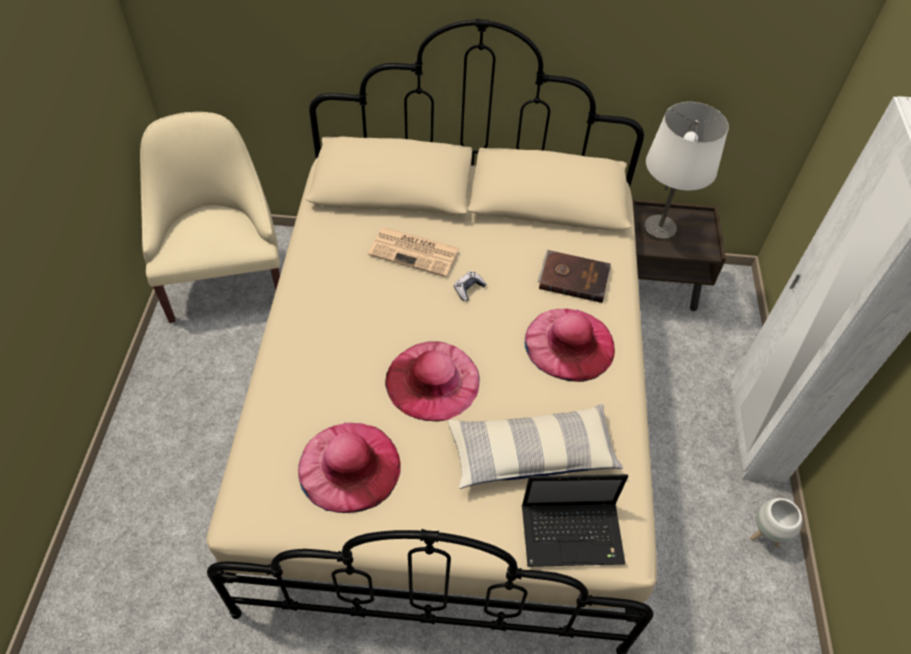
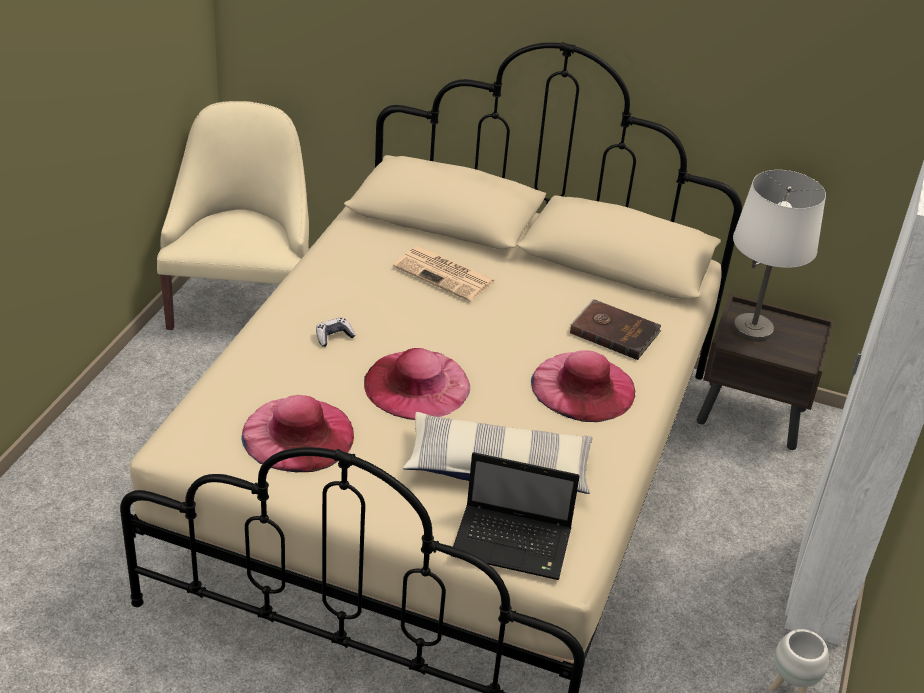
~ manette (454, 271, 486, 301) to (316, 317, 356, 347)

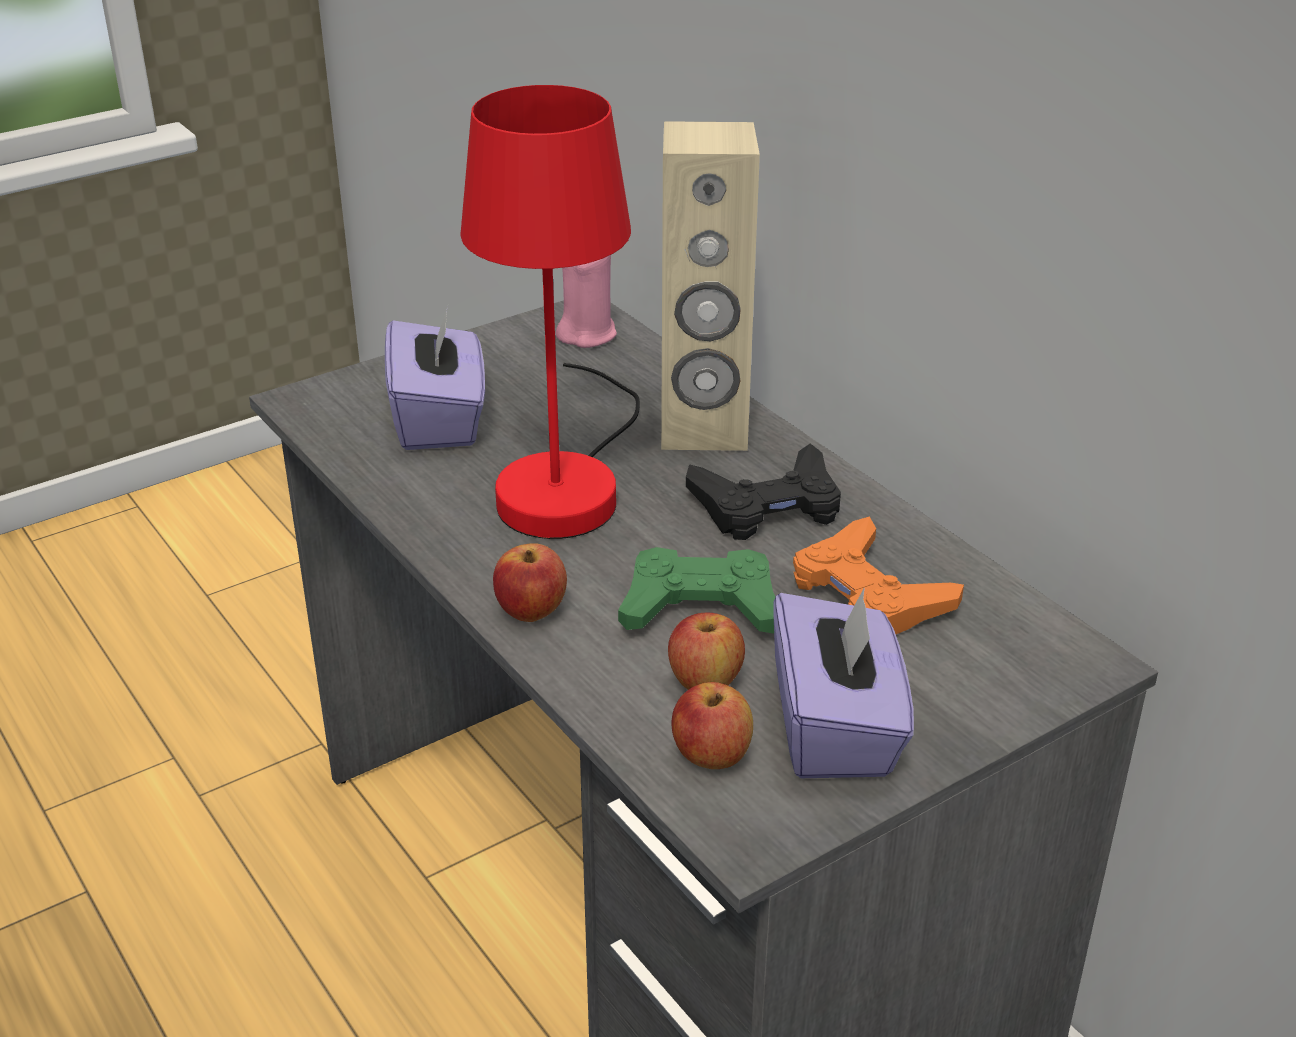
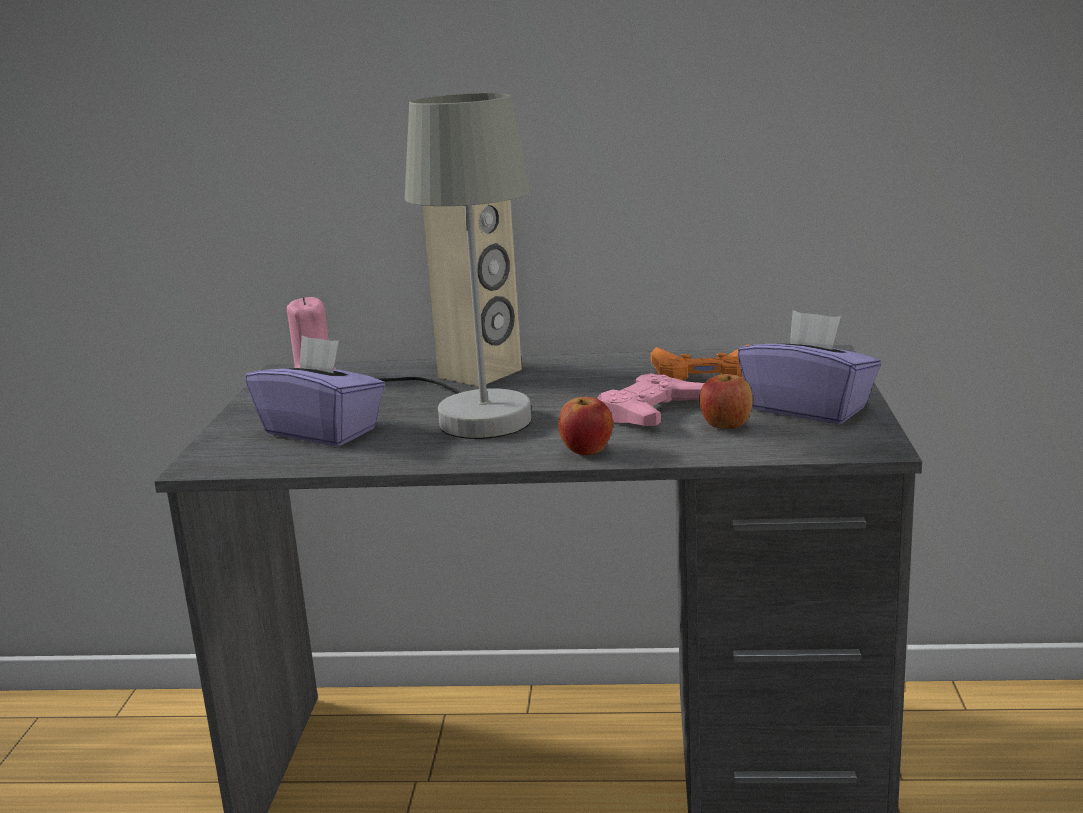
- pomme (672, 682, 753, 769)
- manette/noir (686, 443, 841, 540)
~ lampe de table/rouge (460, 85, 640, 539) to lampe de table/gris (379, 93, 531, 439)
~ manette/vert (618, 547, 775, 634) to manette/rose (597, 373, 704, 426)

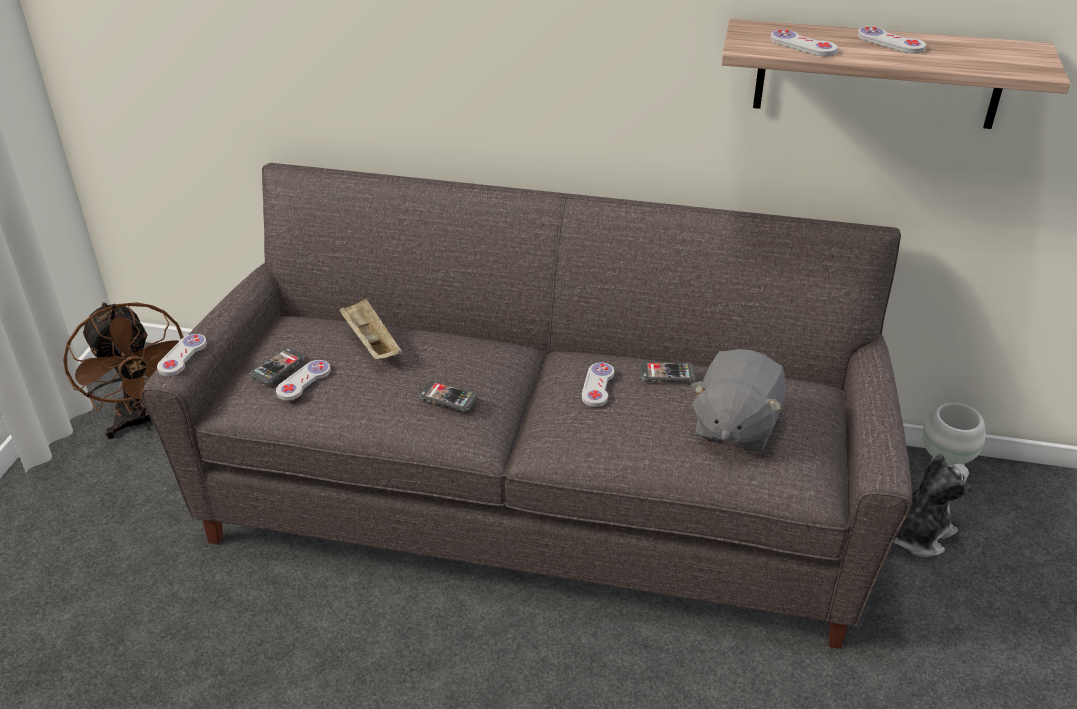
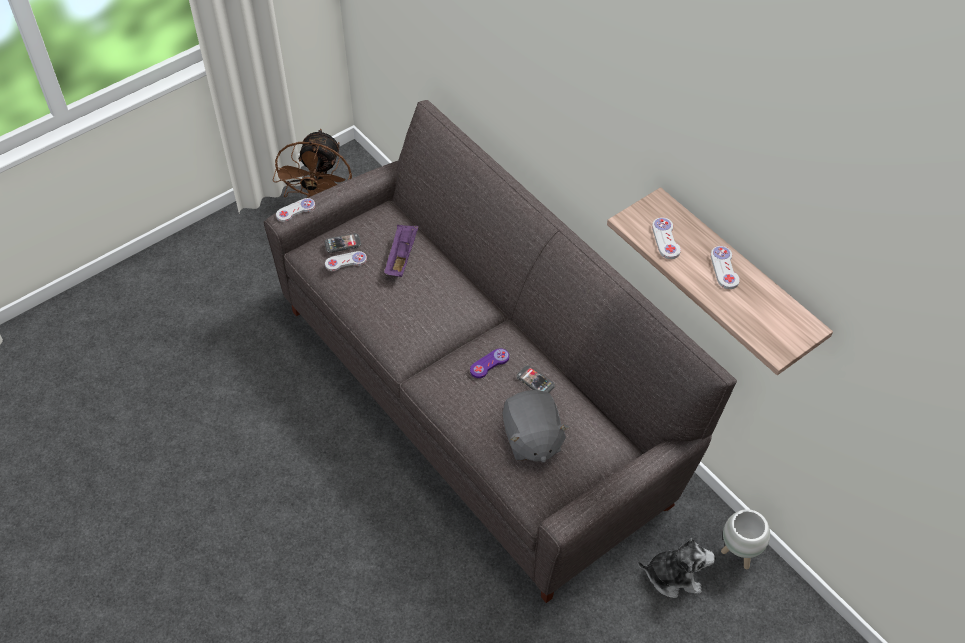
- téléphone (419, 381, 478, 412)
~ plateau/beige (339, 299, 402, 360) to plateau/violet (384, 225, 419, 277)
~ manette/blanc (582, 362, 614, 407) to manette/violet (470, 348, 509, 378)
~ peluche/gris (690, 349, 786, 453) = (503, 390, 570, 462) 75 degrees counterclockwise

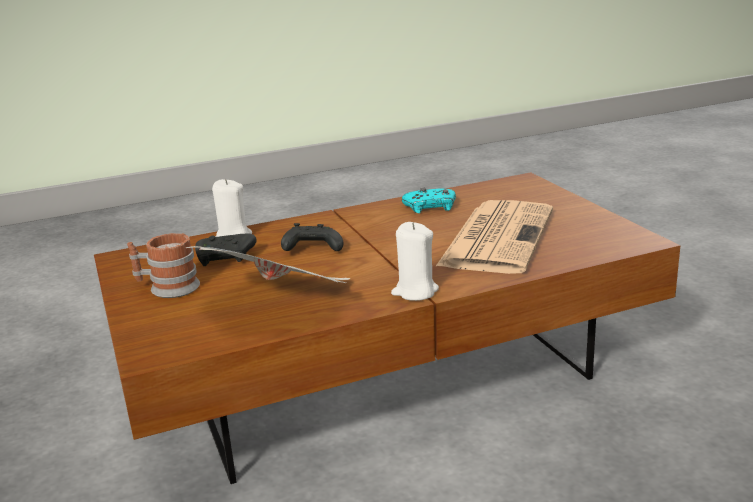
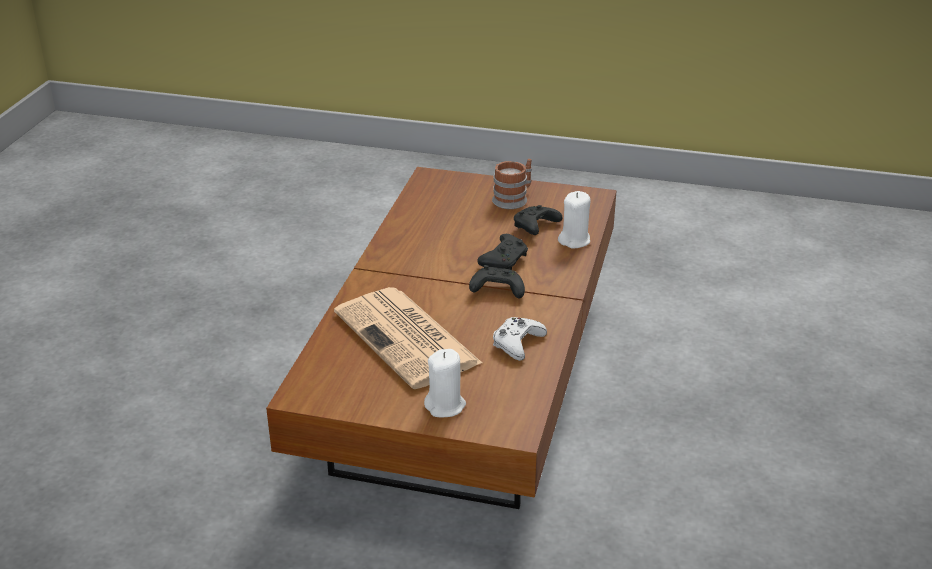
- journal (186, 246, 350, 283)
+ manette/noir (469, 265, 525, 298)
~ bougie/blanc (391, 222, 439, 301) to (424, 349, 466, 417)
~ manette/turquoise (402, 188, 456, 213) to manette/blanc (493, 317, 547, 361)

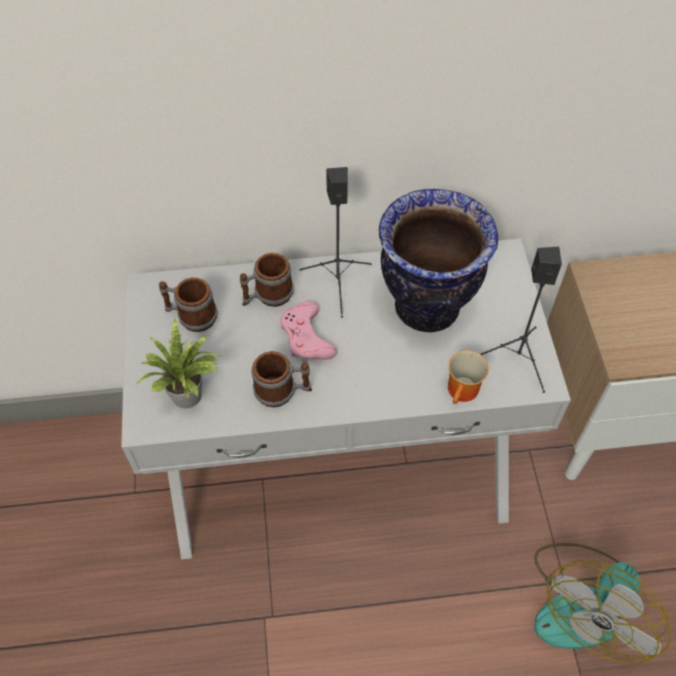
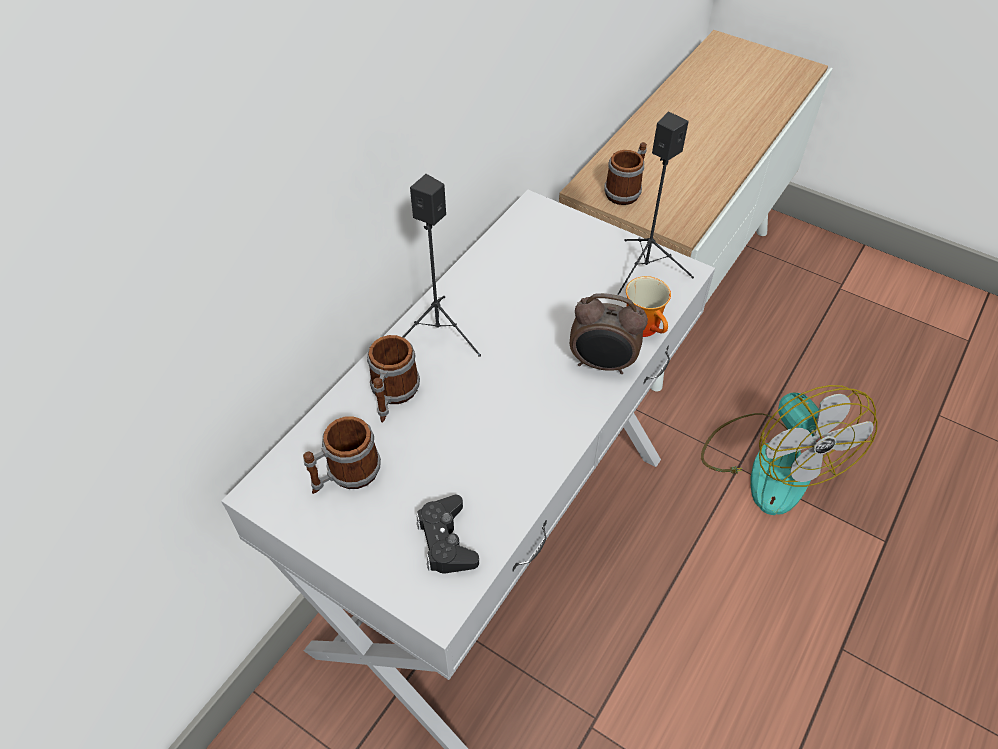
- manette/rose (280, 301, 337, 360)
- vase (379, 189, 498, 332)
+ réveil (570, 293, 648, 374)
~ mug (251, 351, 312, 407) to (604, 142, 647, 205)
~ plante en pot (135, 318, 222, 408) to manette/noir (417, 495, 479, 573)

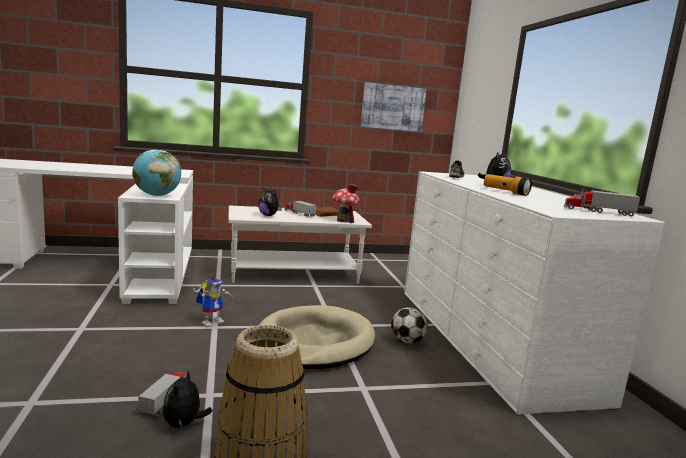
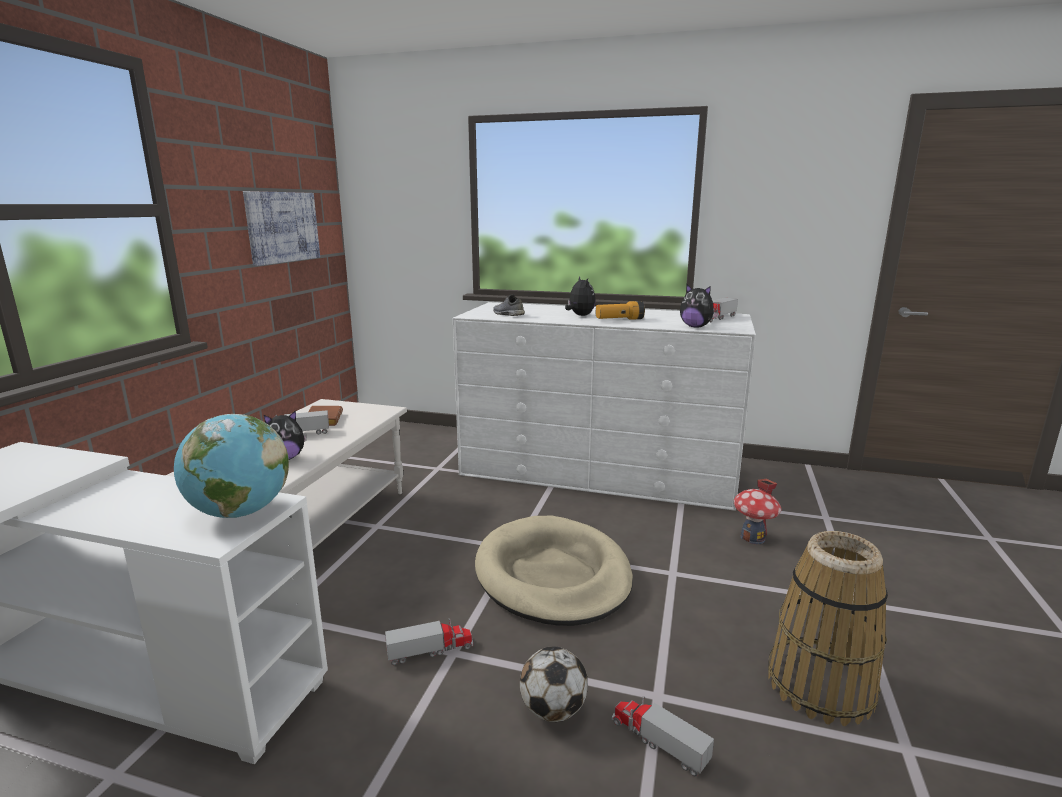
~ peluche (163, 371, 212, 428) to (680, 284, 719, 328)
~ maison miniature (332, 184, 360, 223) to (734, 479, 782, 544)
~ ballon de foot (391, 307, 427, 344) to (520, 647, 588, 722)
~ robot jouet (193, 277, 234, 327) to camion jouet (385, 619, 473, 665)

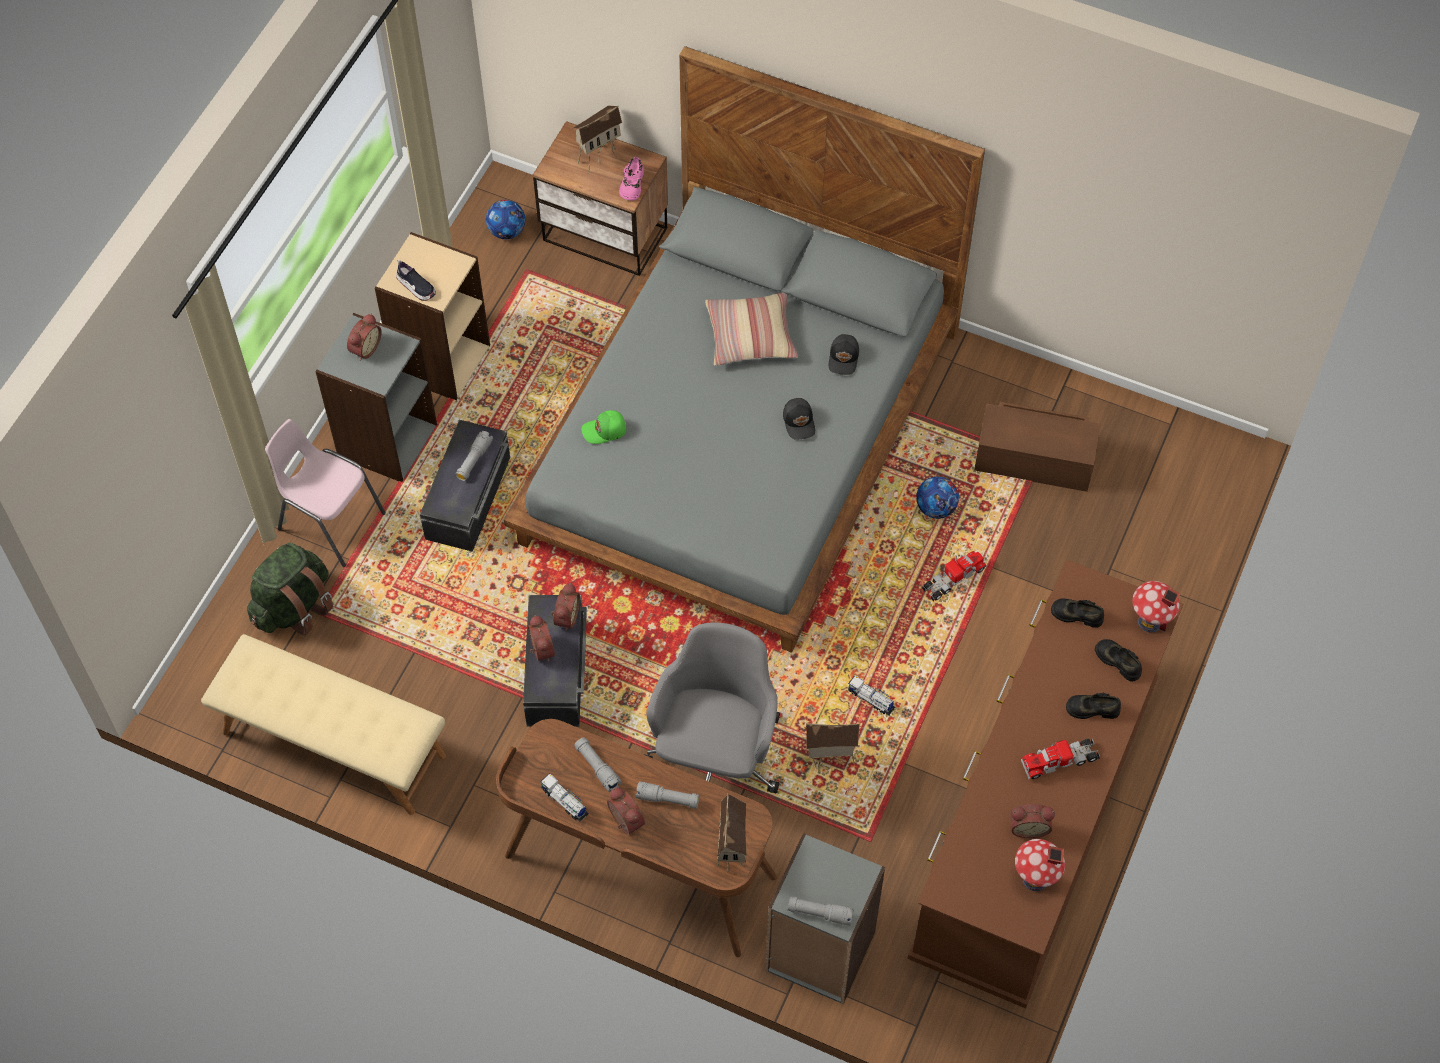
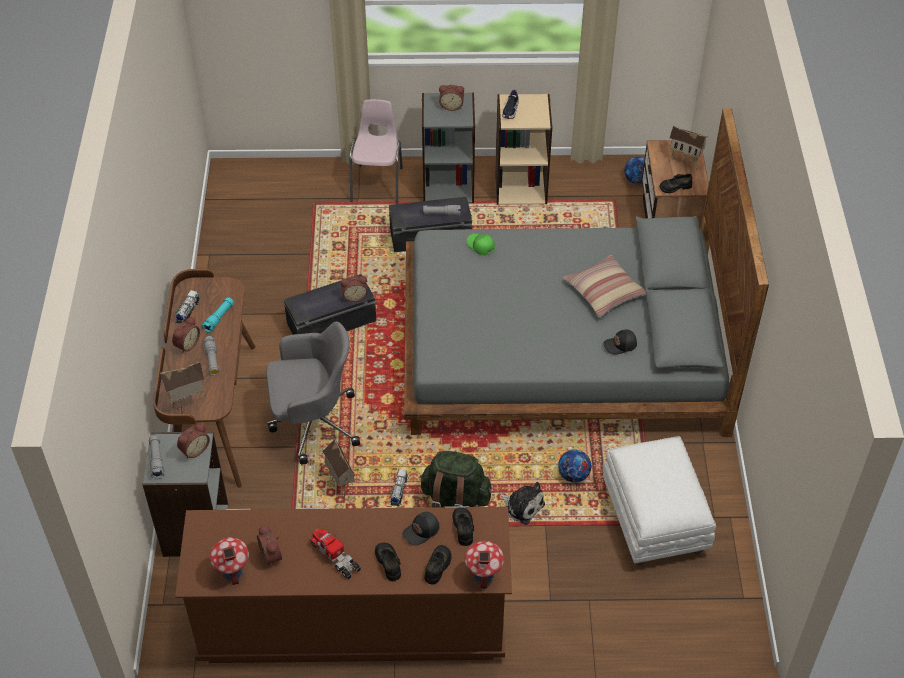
- banc/beige (201, 634, 446, 815)
~ sac à dos/vert (247, 542, 333, 636) to (419, 451, 492, 507)
~ réveil (528, 615, 555, 662) to (177, 423, 210, 458)
~ casquette/noir (783, 398, 815, 440) to (402, 512, 439, 545)
~ camion jouet (922, 551, 987, 601) to peluche (499, 482, 545, 525)
~ boîte de rangement/marron (974, 402, 1101, 492) to pouf/blanc (603, 436, 716, 566)
~ lampe de poche/gris (574, 737, 622, 792) to lampe de poche/turquoise (202, 297, 234, 333)
~ chaussure/rose (619, 157, 644, 201) to chaussure/noir (659, 174, 692, 193)

